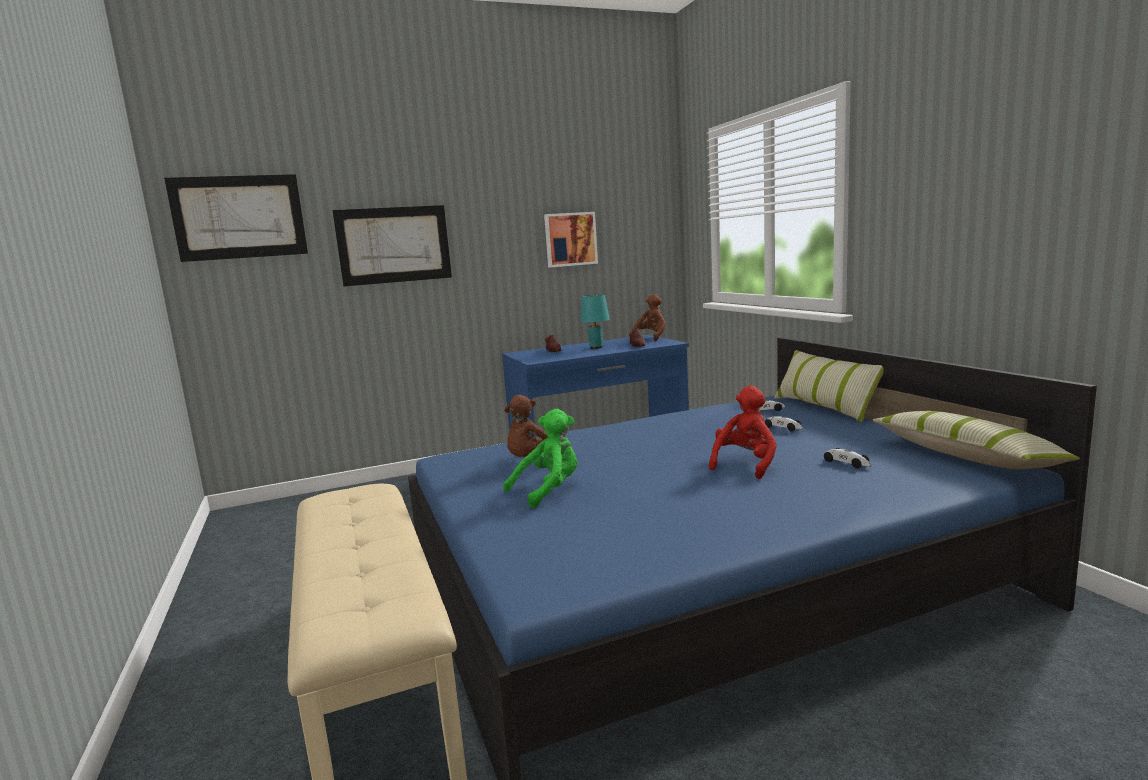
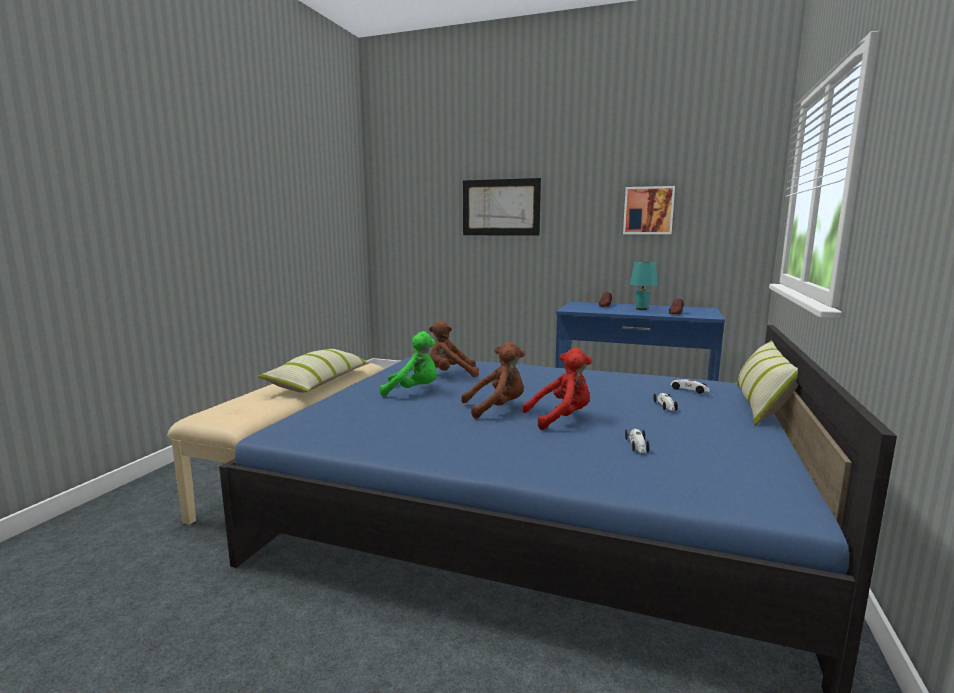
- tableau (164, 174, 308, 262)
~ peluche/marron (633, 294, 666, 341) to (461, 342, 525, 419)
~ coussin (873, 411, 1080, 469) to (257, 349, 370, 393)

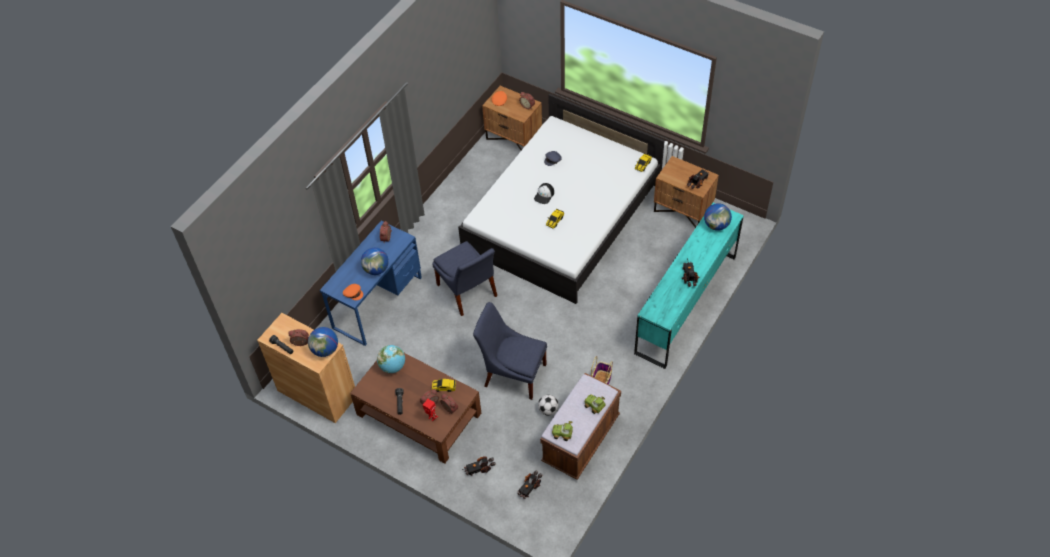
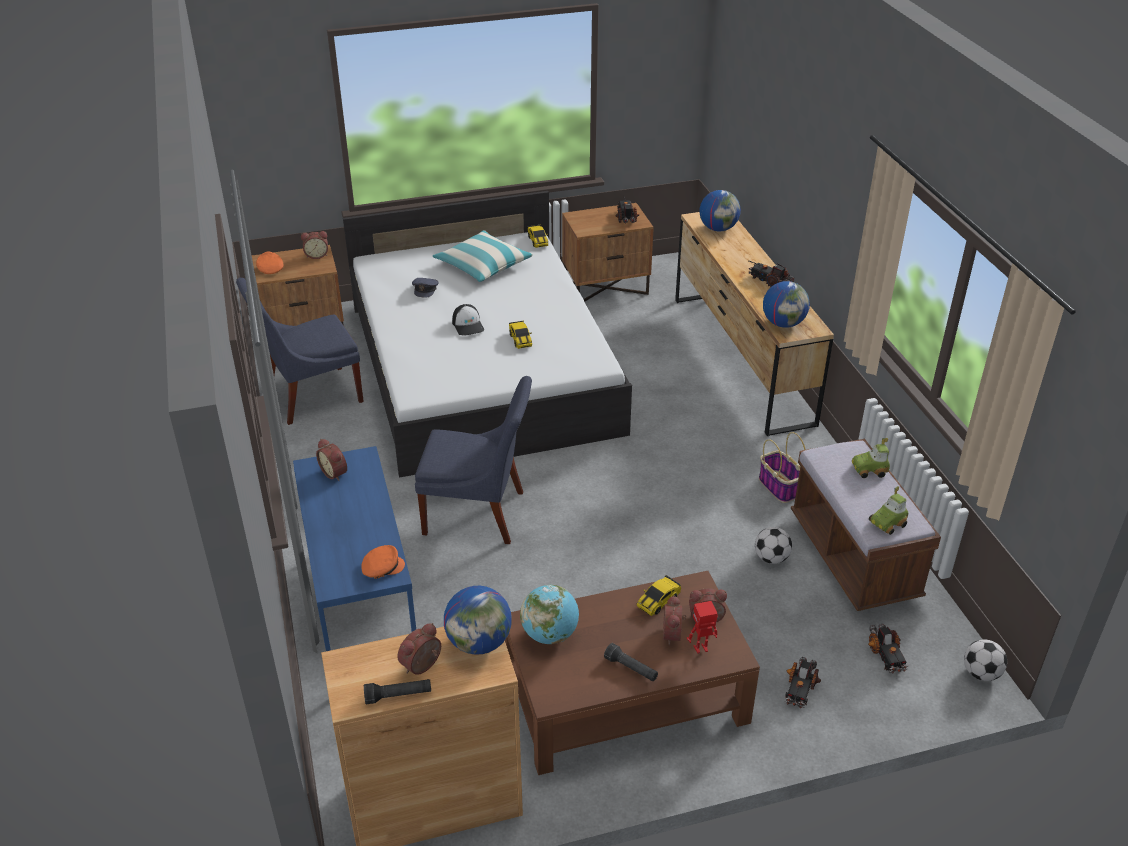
+ coussin (432, 230, 533, 282)
+ ballon de foot (964, 639, 1007, 681)
~ globe (361, 248, 389, 275) to (763, 281, 810, 328)
~ chaise/bleu (473, 302, 547, 400) to (236, 278, 364, 425)
~ commode/turquoise (634, 203, 744, 369) to commode/marron (675, 212, 834, 436)

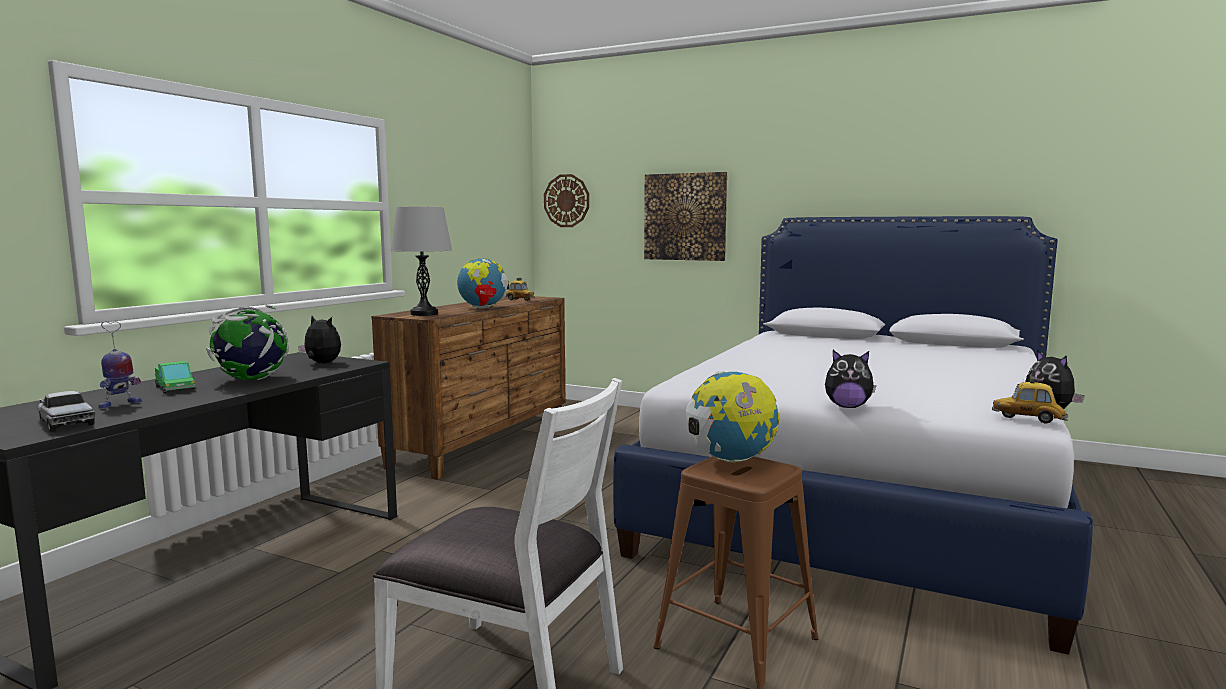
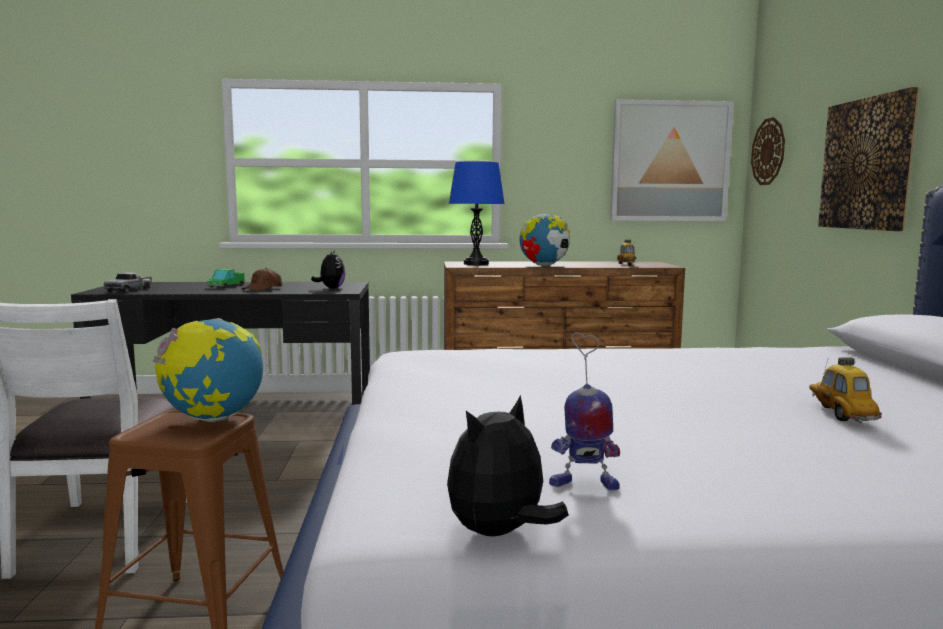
- peluche (825, 350, 876, 408)
+ tableau (610, 99, 734, 221)
~ robot jouet (99, 322, 142, 409) to (549, 332, 620, 491)
~ petite voiture (992, 376, 1068, 423) to (809, 357, 882, 423)
~ globe (206, 305, 289, 380) to casquette/marron (241, 268, 282, 291)
~ lampe de table/gris (391, 207, 452, 316) to lampe de table/bleu (449, 161, 505, 265)

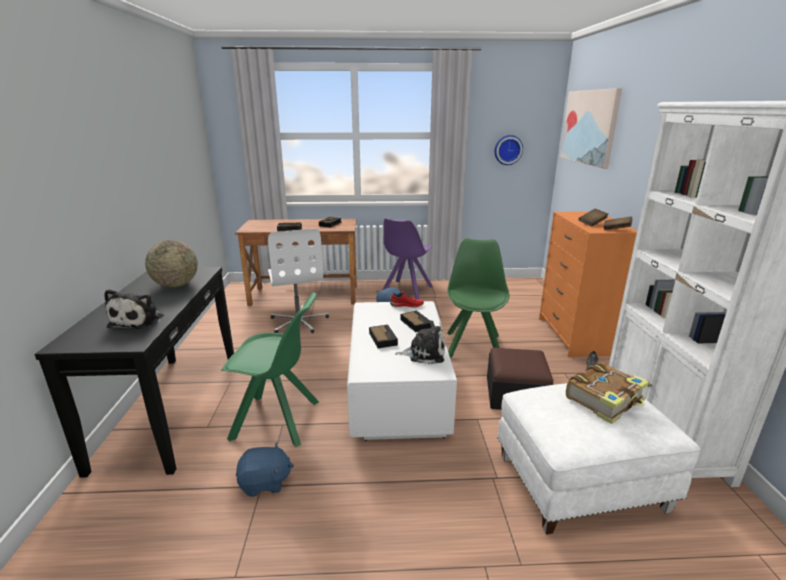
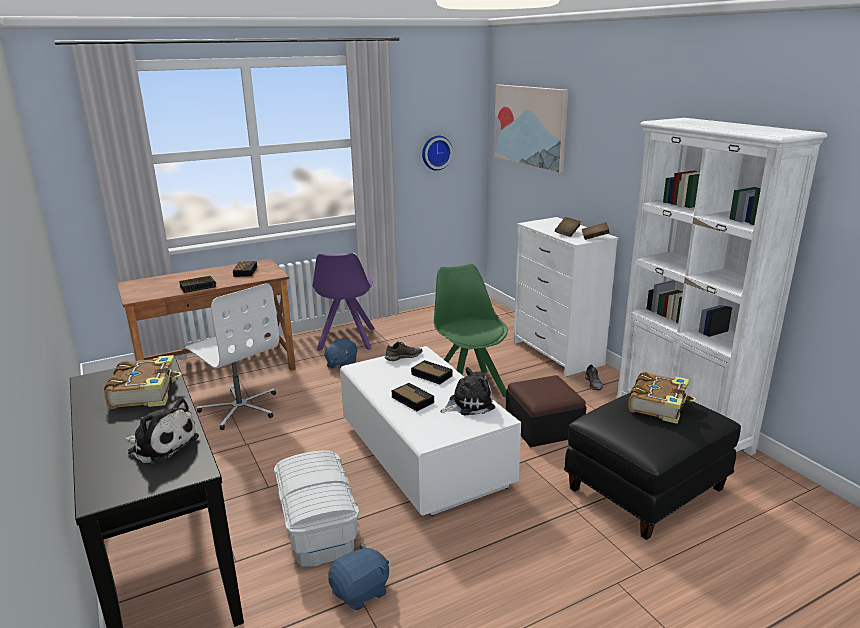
~ globe (145, 240, 198, 287) to livre (104, 355, 182, 409)
~ chaise/vert (221, 292, 319, 447) to boîte de rangement/blanc (274, 450, 359, 567)
~ chaussure/rouge (390, 291, 424, 308) to chaussure/gris (385, 341, 422, 361)
~ pouf/blanc (497, 383, 701, 534) to pouf/noir (564, 393, 741, 540)
~ commode/orange (539, 211, 637, 357) to commode/blanc (513, 217, 618, 376)
~ peluche (104, 289, 164, 329) = (125, 398, 199, 464) 45 degrees counterclockwise

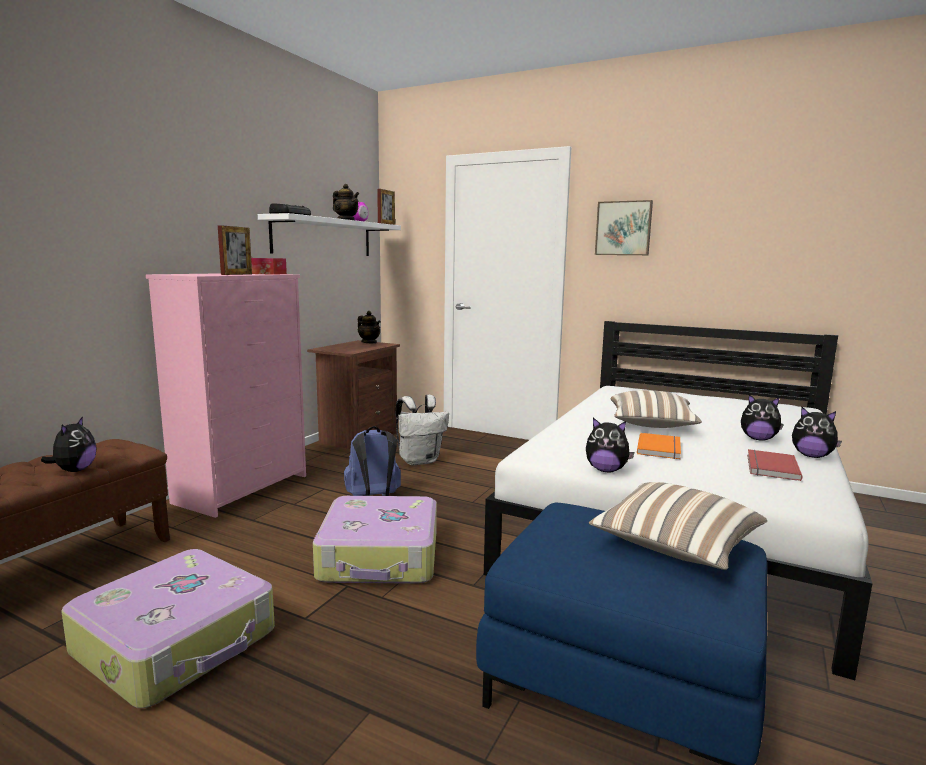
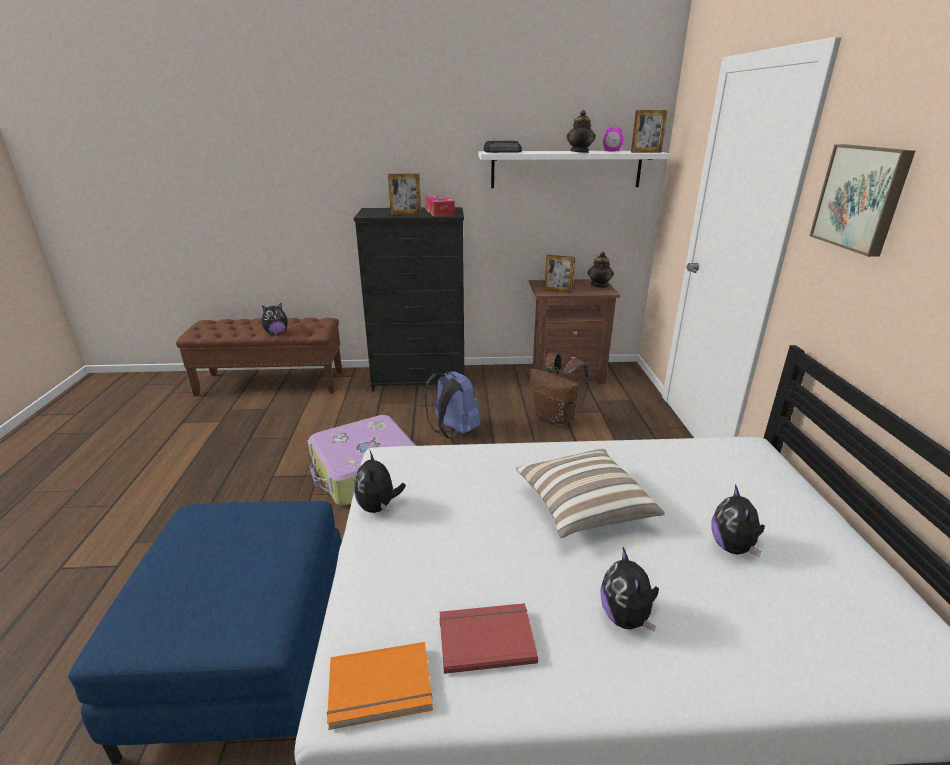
- valise (61, 549, 275, 708)
- coussin (589, 482, 767, 570)
+ cadre photo (544, 255, 575, 293)
~ livre/orange (637, 433, 681, 459) to (327, 642, 433, 730)
~ peluche (792, 407, 842, 458) to (711, 484, 765, 557)
~ commode/rose (146, 273, 306, 518) to commode/noir (354, 207, 464, 392)
~ sac à dos/blanc (395, 394, 449, 465) to sac à dos/marron (529, 353, 589, 427)

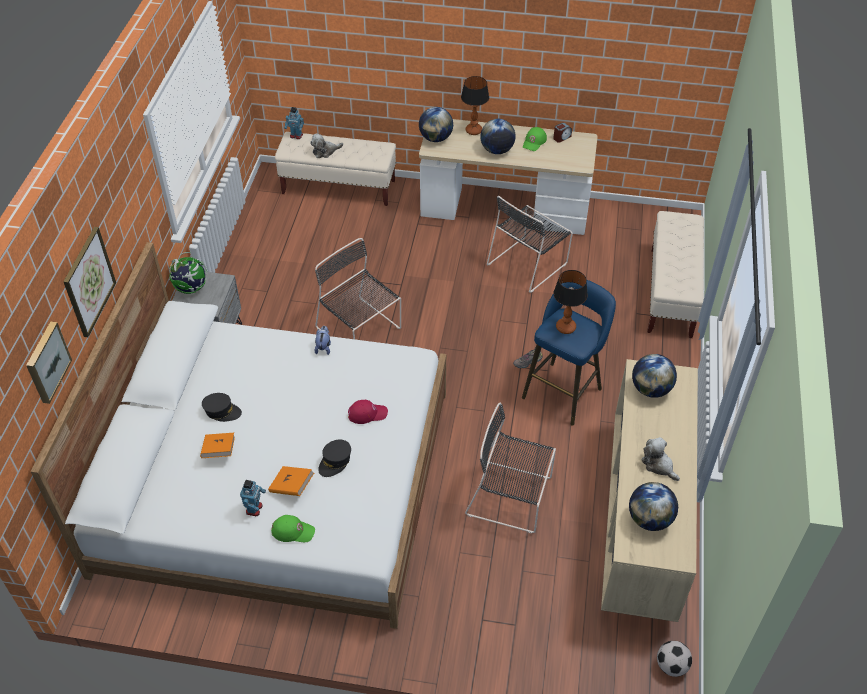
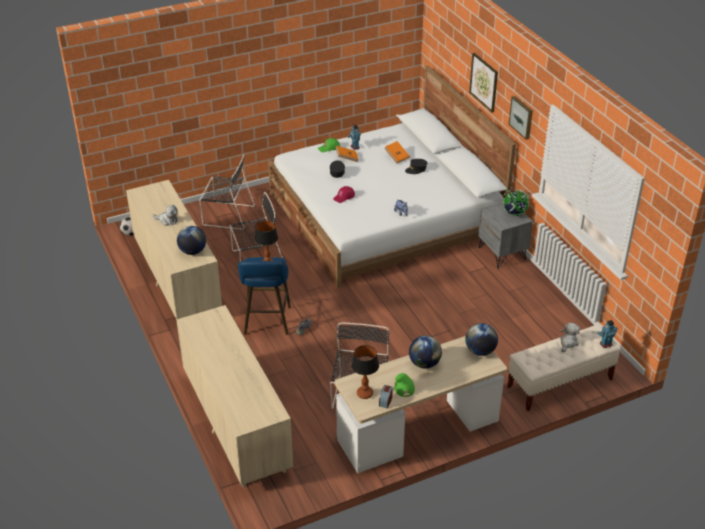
- globe (629, 482, 678, 531)
~ tableau (26, 321, 72, 404) to (509, 96, 533, 140)
~ chaise/noir (315, 238, 401, 339) to (199, 154, 255, 230)
~ lampe de table (461, 76, 489, 135) to (351, 345, 379, 399)
~ banc/beige (647, 211, 704, 338) to commode/beige (176, 305, 293, 487)

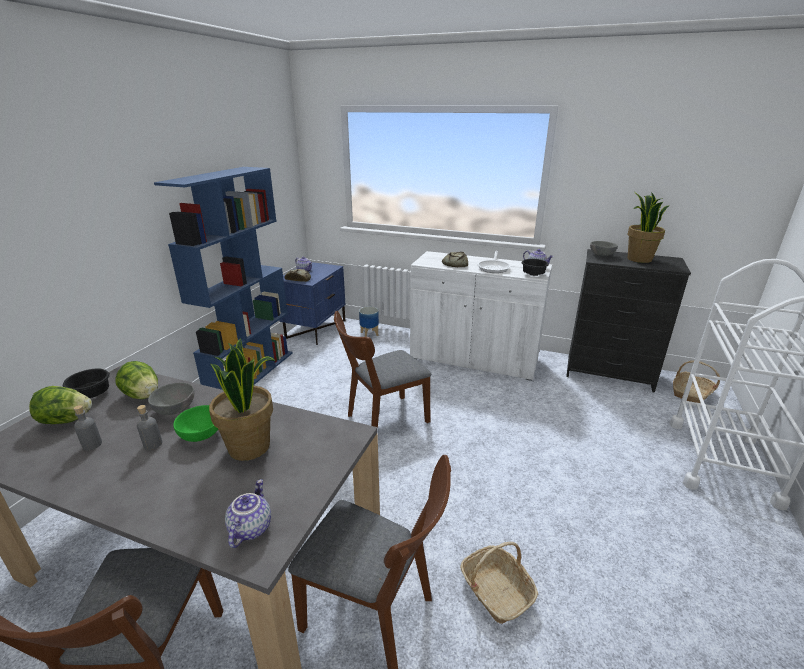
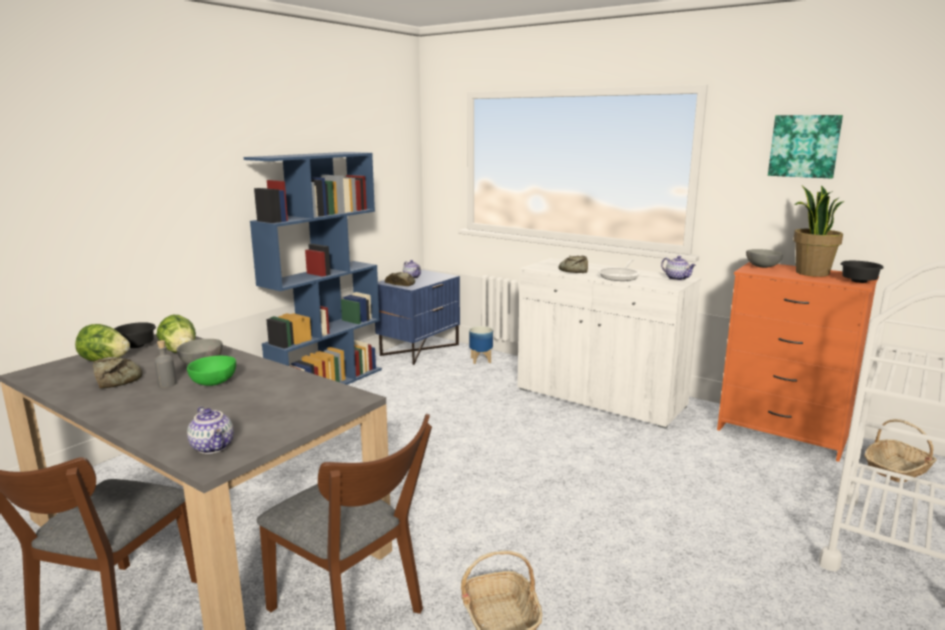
- plante en pot (209, 338, 276, 461)
- chaise/marron (334, 311, 432, 428)
+ tableau (768, 115, 843, 179)
~ bol/noir (522, 259, 549, 276) to (841, 261, 884, 283)
~ bouteille/gris (74, 405, 102, 450) to pain (93, 357, 143, 388)
~ commode/noir (566, 249, 691, 393) to commode/orange (717, 262, 879, 462)
~ théière (225, 479, 271, 548) = (187, 407, 234, 454) 120 degrees clockwise

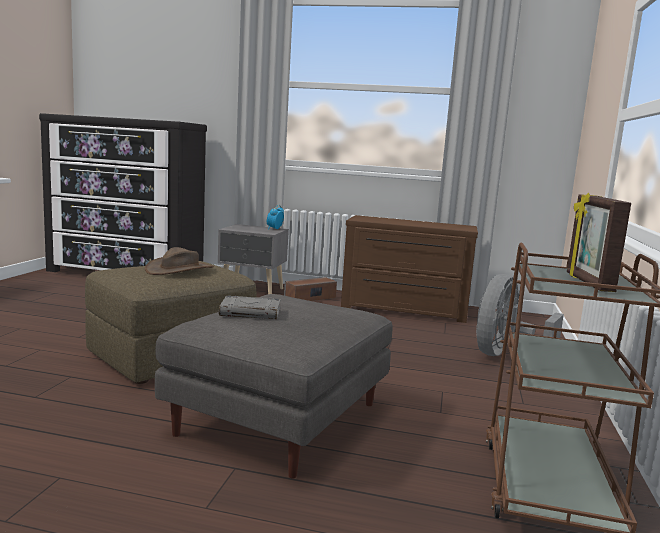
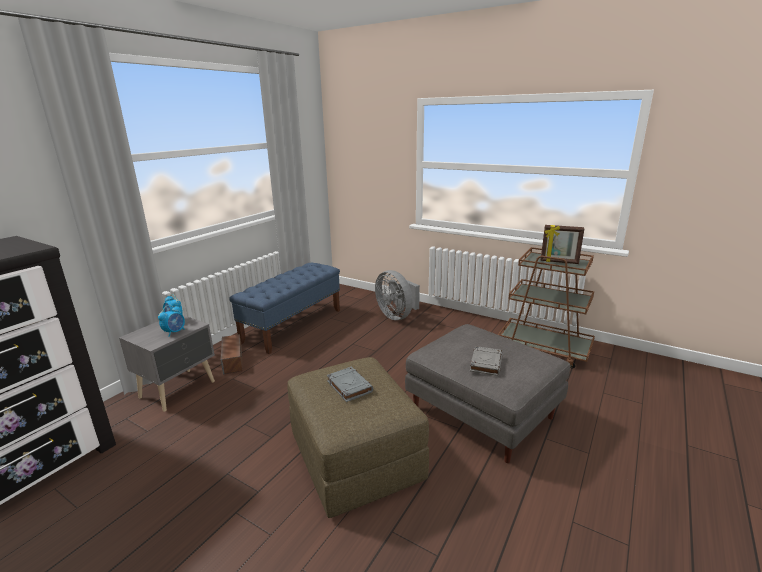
+ réveil (158, 305, 185, 337)
~ chapeau/marron (145, 247, 214, 275) to livre/gris (327, 367, 374, 402)
~ commode/marron (341, 215, 478, 323) to banc/bleu (229, 263, 340, 354)

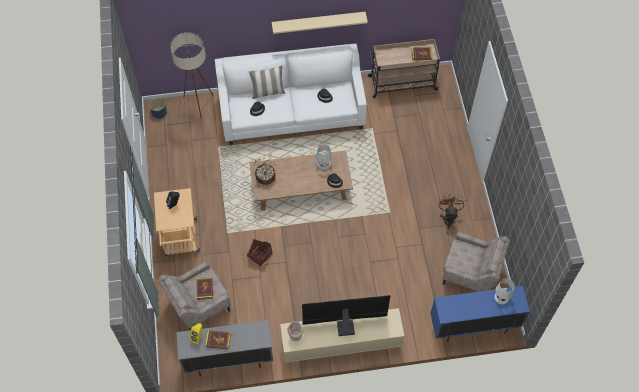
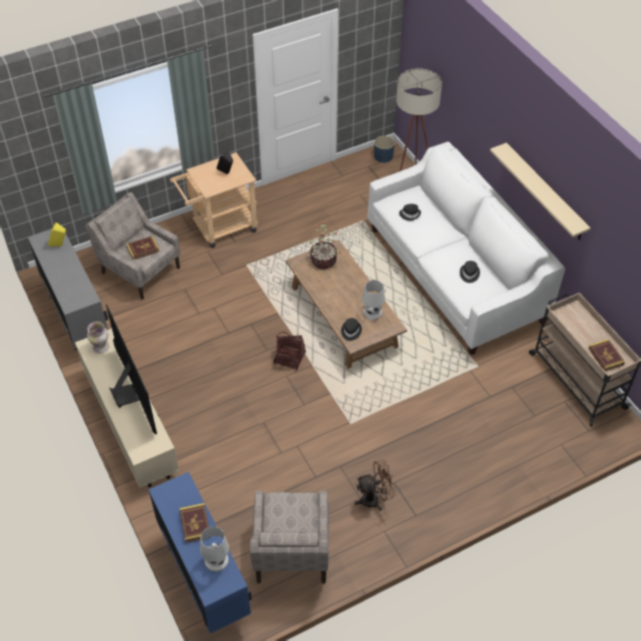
- coussin (248, 65, 285, 99)
~ livre (205, 330, 231, 349) to (179, 503, 210, 543)
~ panier (247, 239, 272, 267) to (273, 332, 306, 371)

